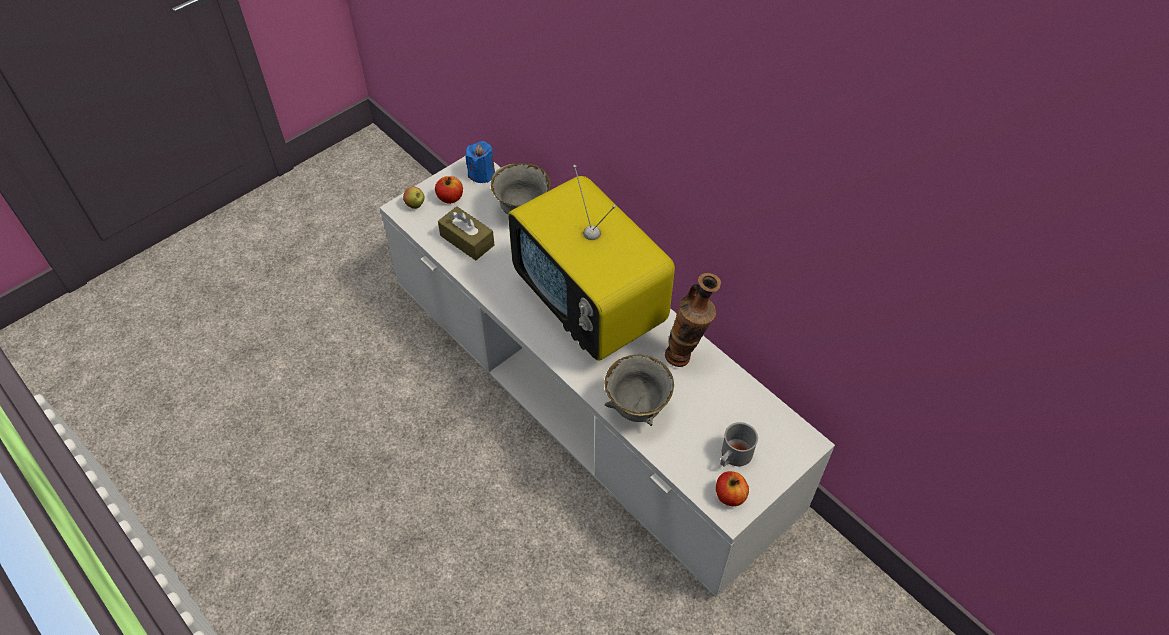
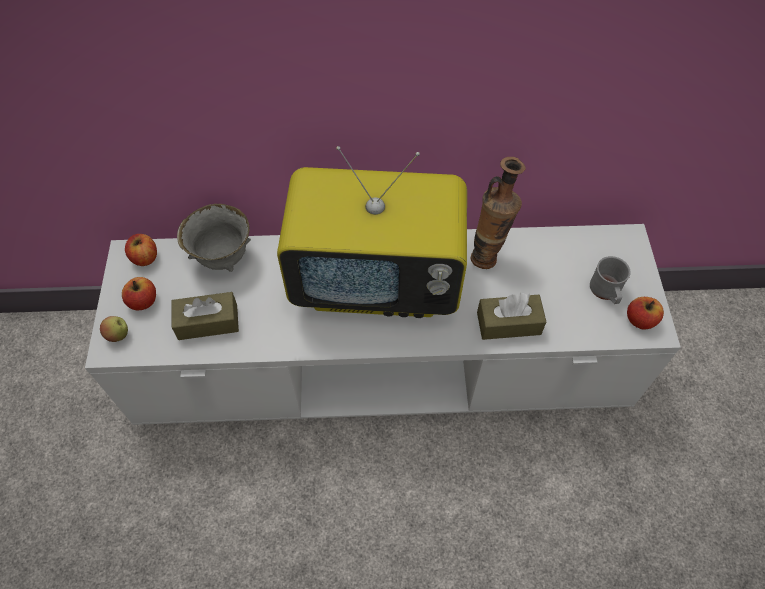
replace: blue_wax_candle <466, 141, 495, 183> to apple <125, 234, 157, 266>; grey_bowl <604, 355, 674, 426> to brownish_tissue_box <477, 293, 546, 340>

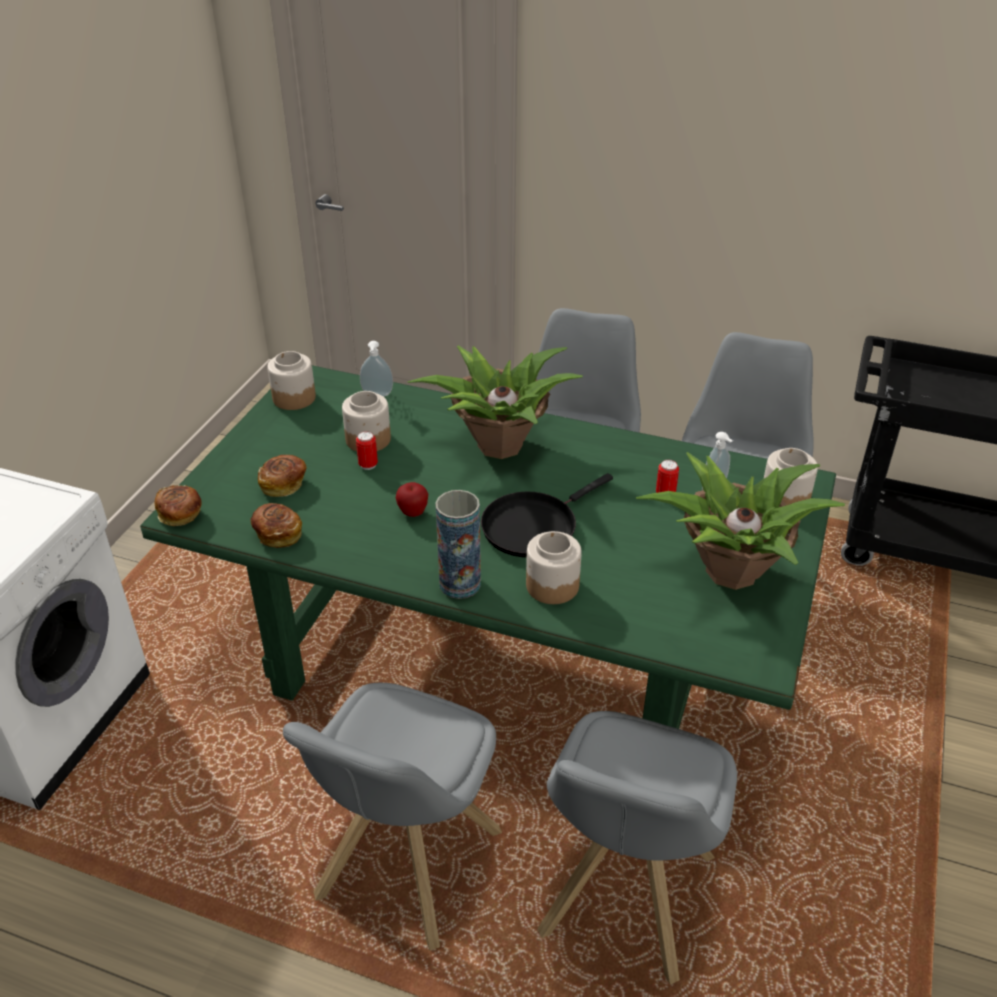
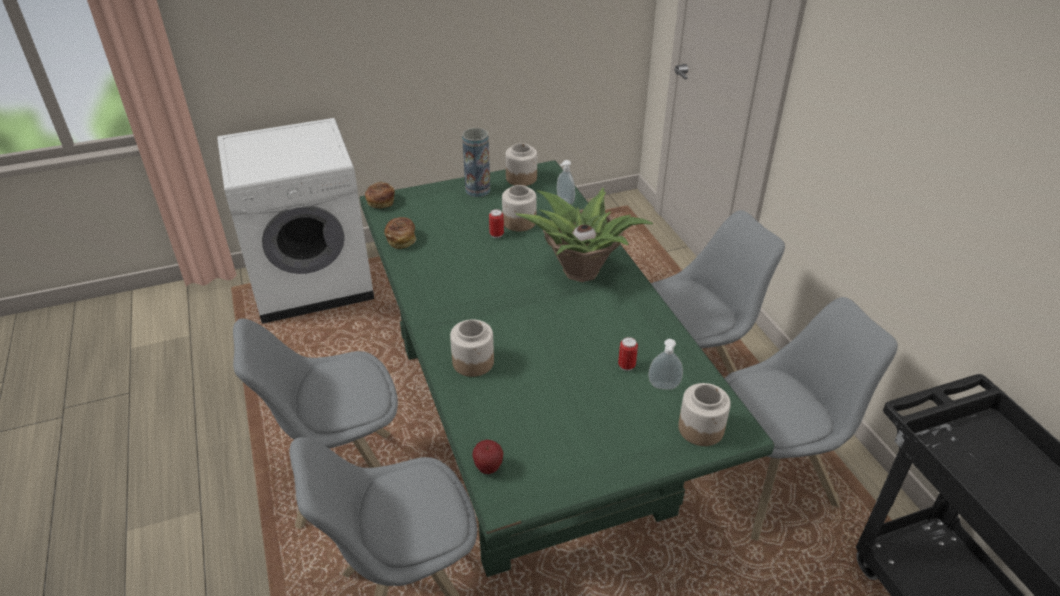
delete: bakery_bread <258, 455, 307, 497>; blackish_skillet <481, 473, 613, 558>; houseplant <636, 452, 845, 590>
move: apple <396, 482, 428, 517> to <472, 440, 503, 474>; flower_vase <435, 490, 481, 599> to <462, 128, 490, 197>

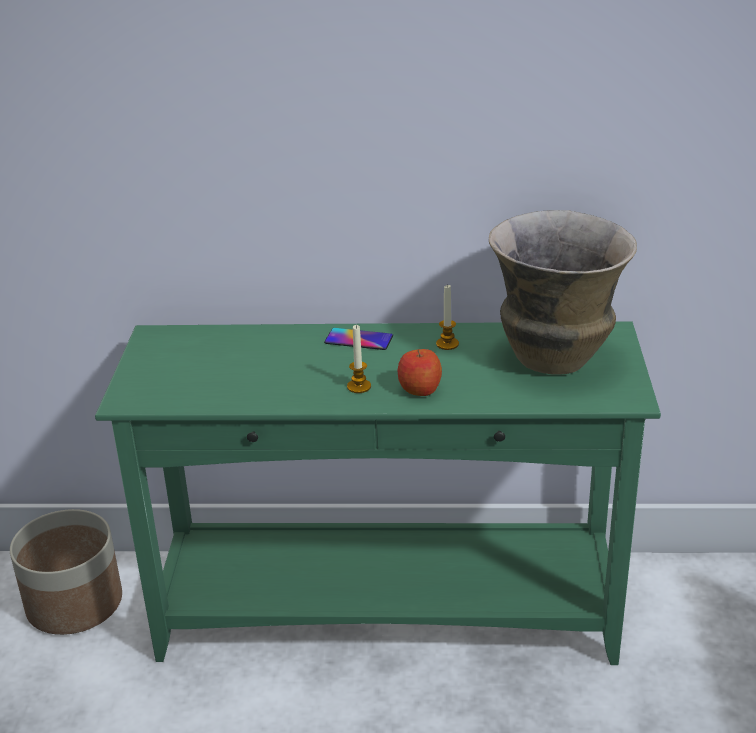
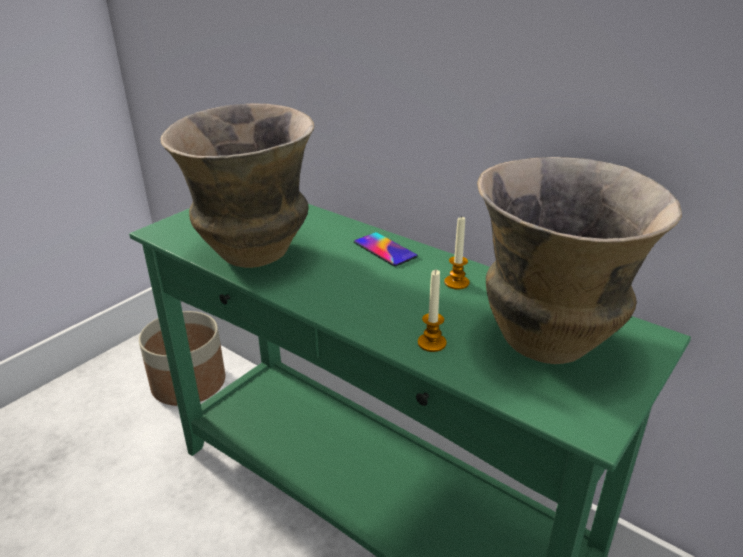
delete: apple <398, 349, 442, 396>
insert: flower_vase <161, 103, 314, 268>
move: wax_candle <347, 325, 371, 393> to <418, 270, 447, 352>

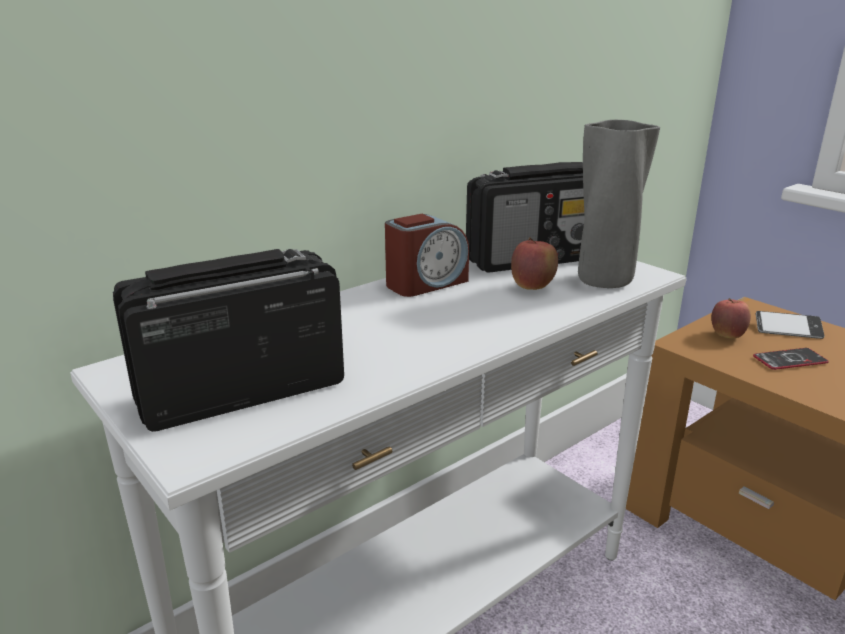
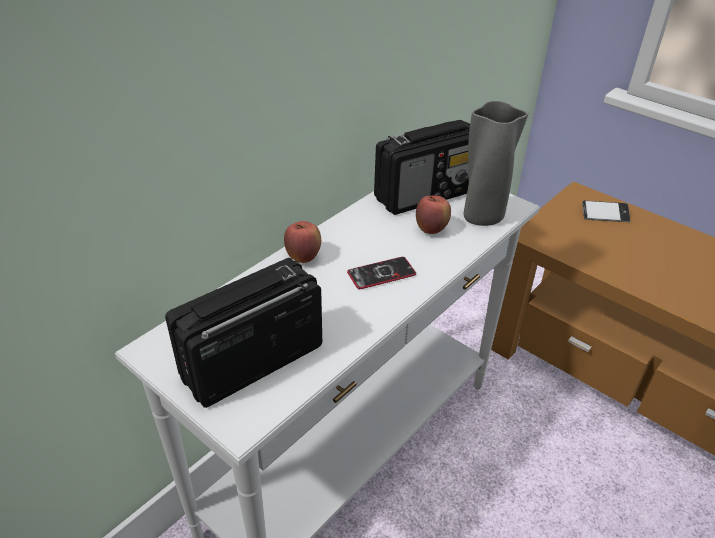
delete: table_clock <385, 214, 469, 297>
move: apple <711, 298, 751, 338> to <284, 221, 321, 263>; phone <753, 348, 829, 370> to <347, 257, 416, 289>

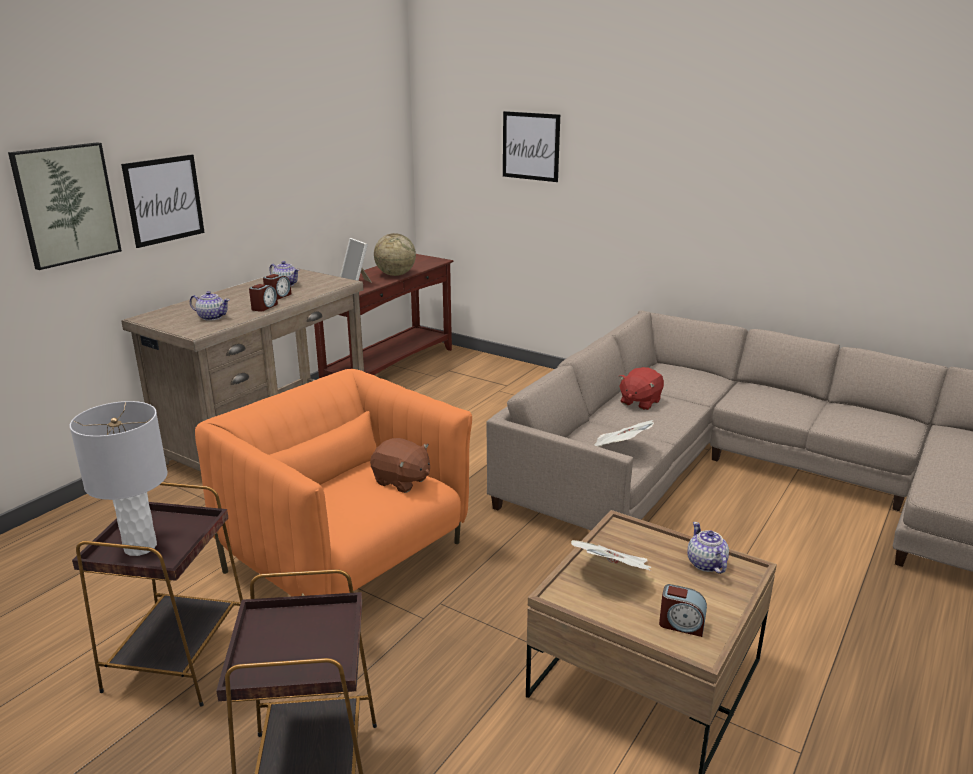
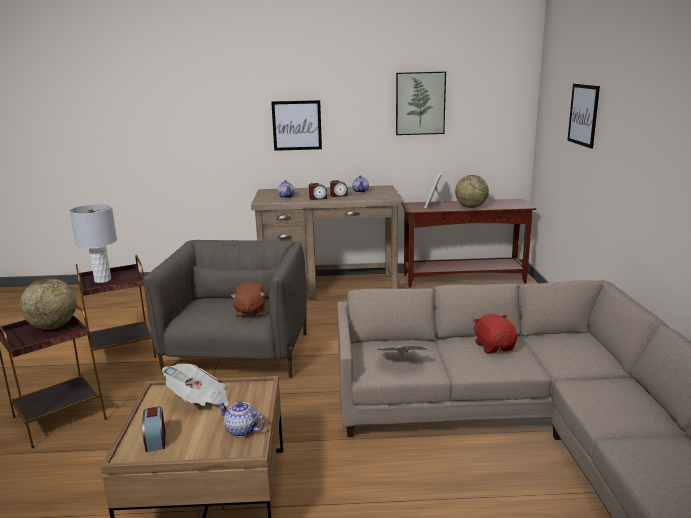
insert: desk_globe <20, 278, 77, 329>
move: picture <8, 142, 122, 270> to <396, 72, 446, 135>
recolor: orangey_lounge_chair <195, 369, 472, 597> to grey_lounge_chair <143, 240, 307, 378>
rotate: red-coloured_plush_toy <619, 367, 664, 410> = <473, 314, 517, 354> 75 degrees clockwise; teapot <687, 522, 729, 574> = <217, 402, 265, 437> 105 degrees counterclockwise

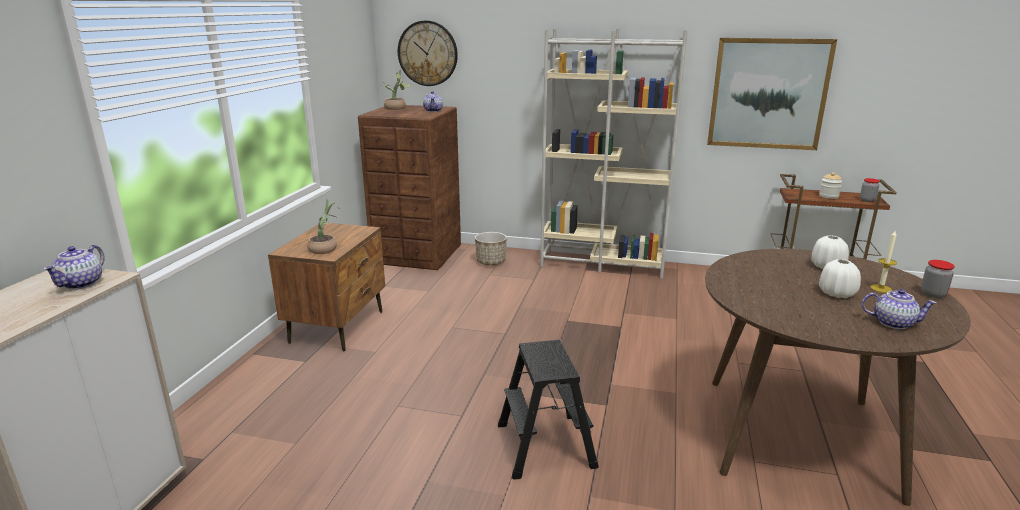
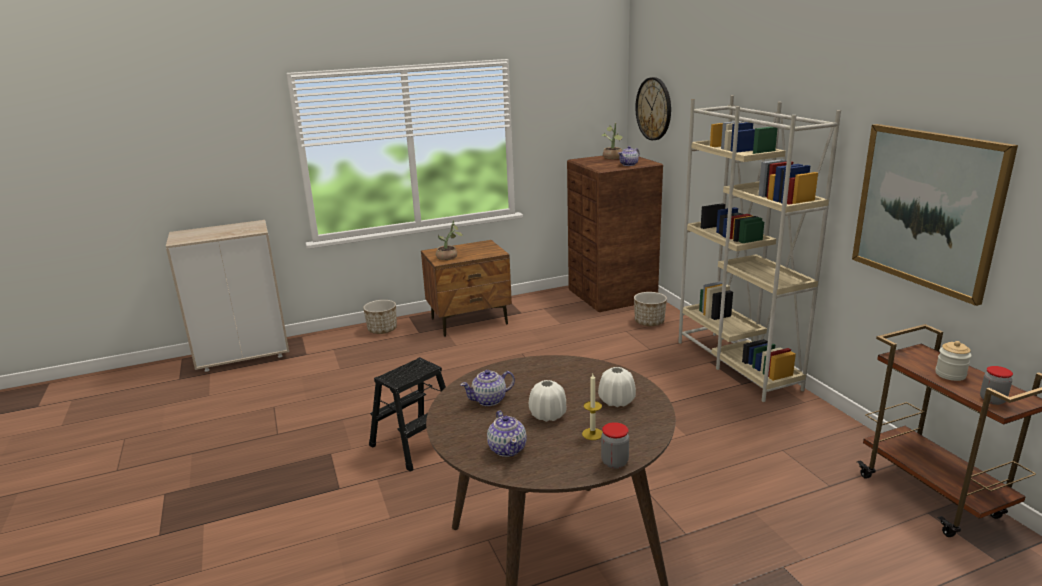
insert: plant_pot <363, 300, 397, 334>
move: teapot <43, 245, 105, 289> to <460, 370, 515, 406>

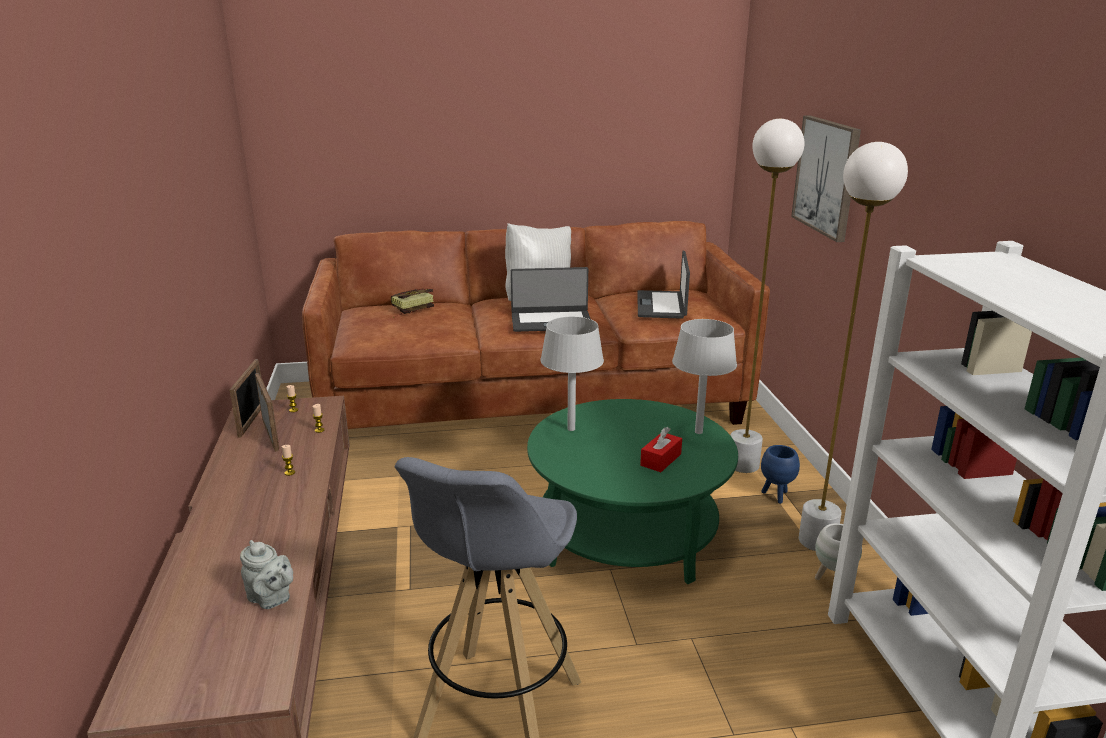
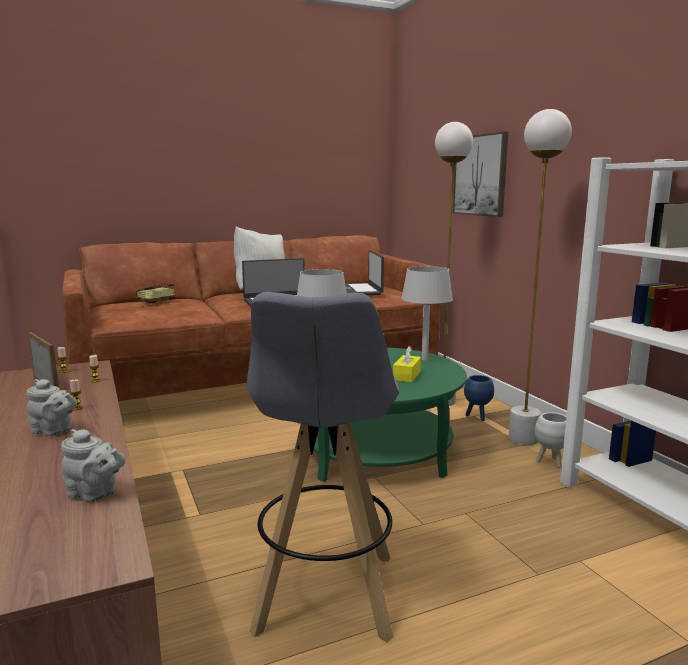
delete: photo_frame <230, 360, 261, 438>
insert: grey_teapot <26, 379, 77, 436>
recolor: red-coloured_tissue_box <640, 427, 682, 472> to yellow-coloured_tissue_box <393, 346, 421, 382>

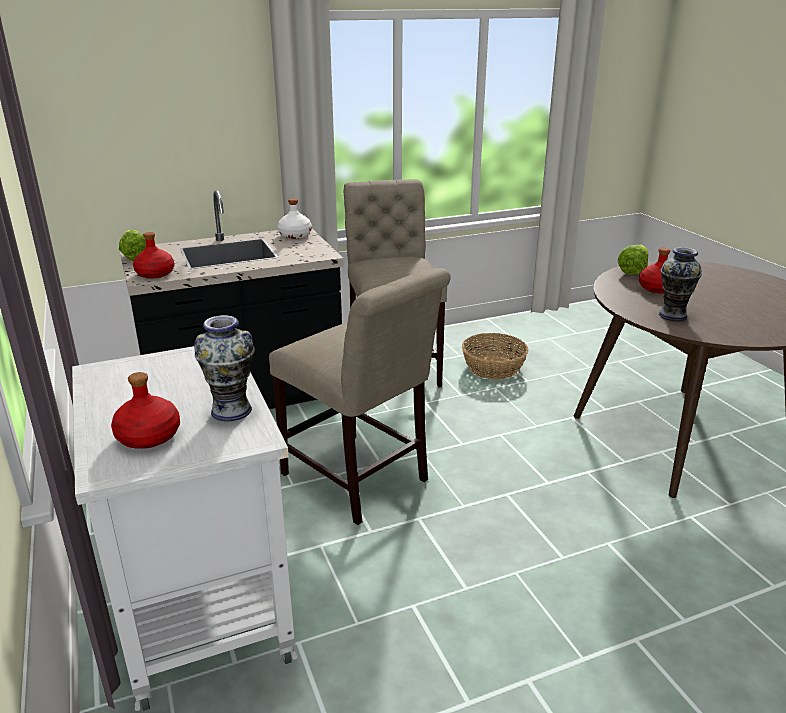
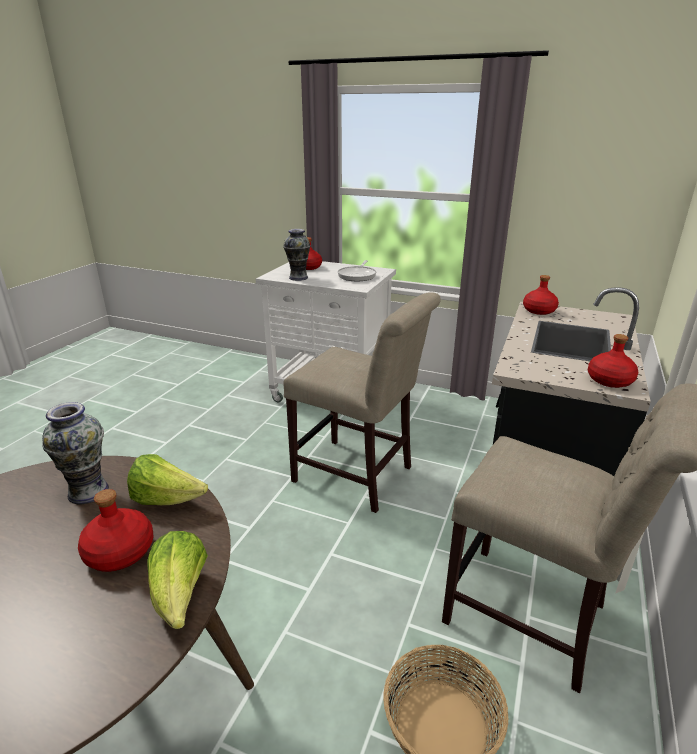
insert: skillet <338, 260, 376, 281>
move: lettuce_head <119, 230, 146, 261> to <127, 454, 208, 505>
recolor: whitish_bottle <278, 198, 312, 239> to red-coloured_bottle <588, 334, 638, 388>
rotate: beige-coloured_chair <269, 268, 451, 525> = <283, 292, 441, 513> 150 degrees counterclockwise

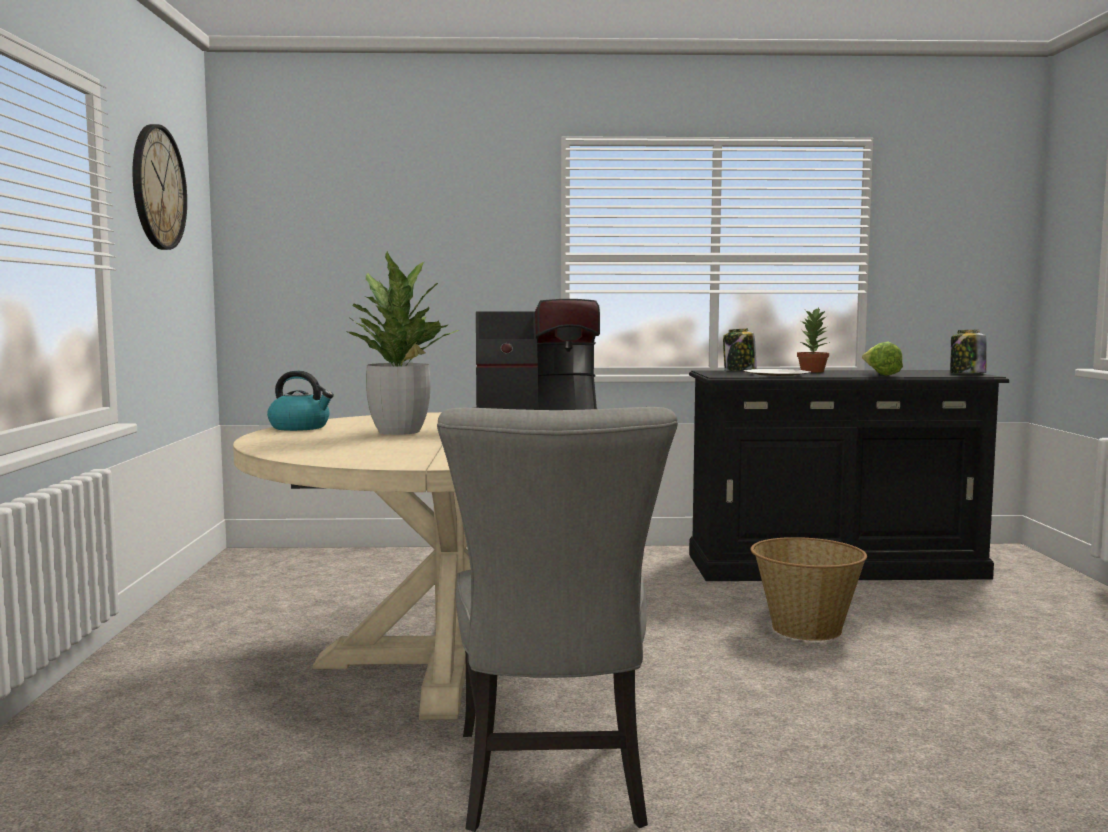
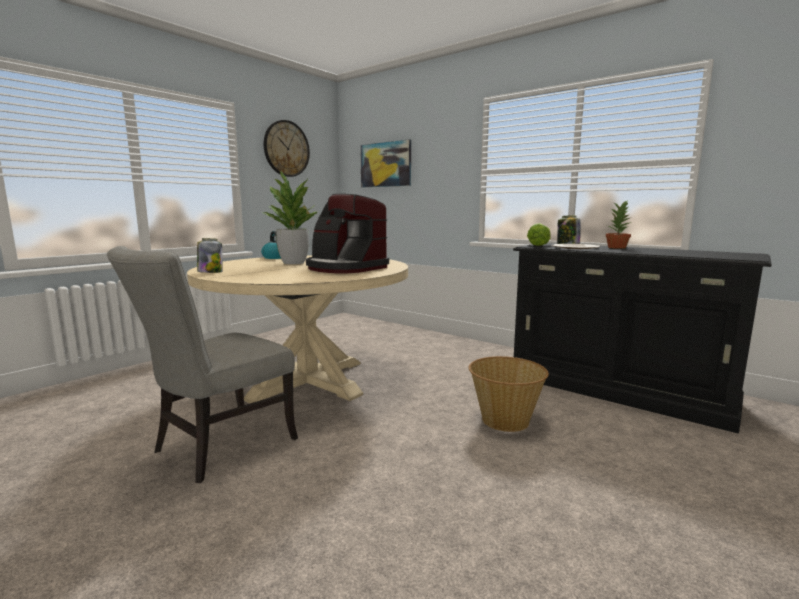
insert: picture <360, 139, 411, 188>
move: lettuce_head <862, 342, 903, 376> to <527, 223, 551, 246>; jar <950, 330, 987, 373> to <197, 238, 222, 273>

